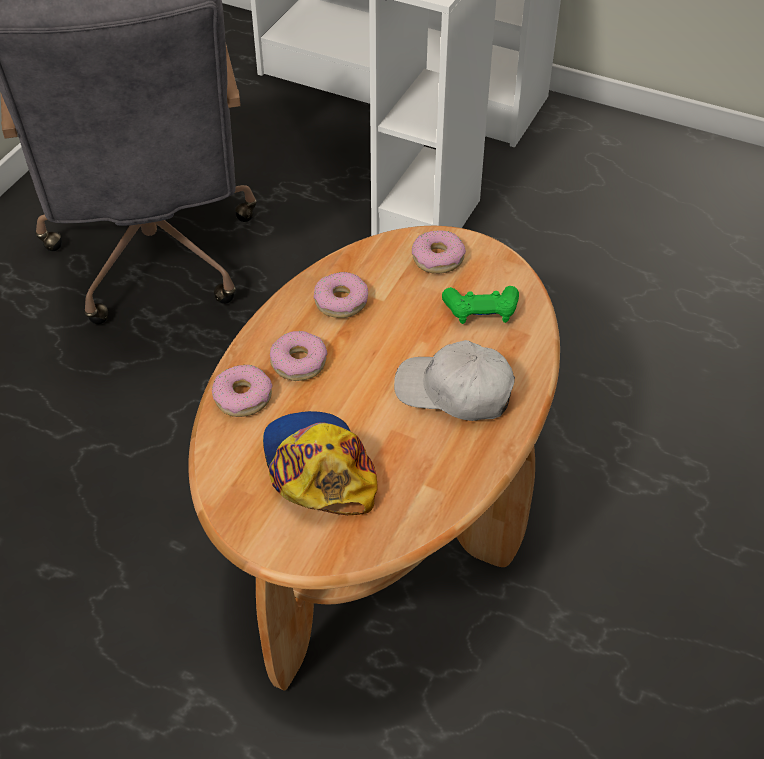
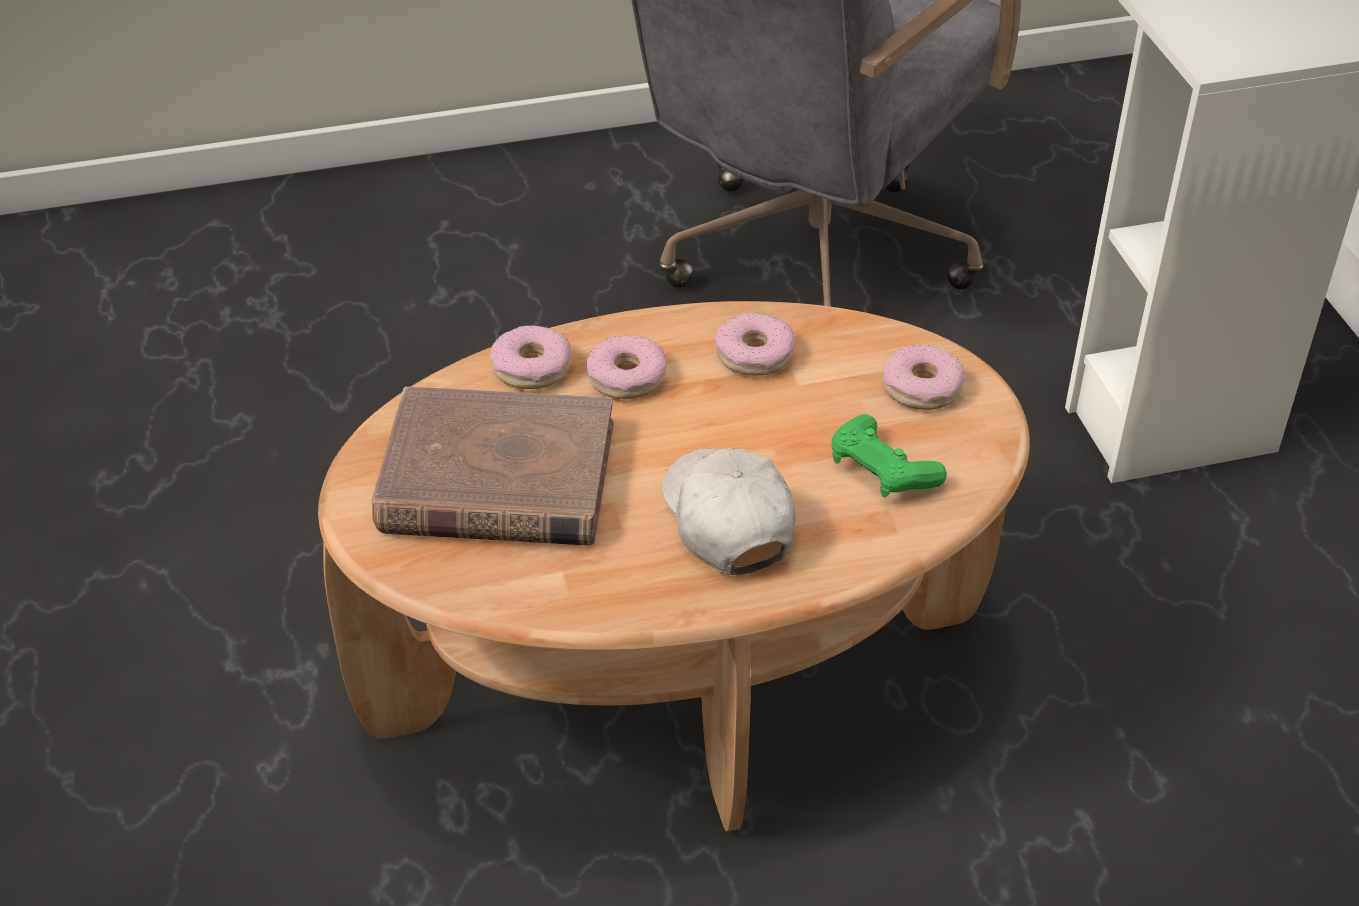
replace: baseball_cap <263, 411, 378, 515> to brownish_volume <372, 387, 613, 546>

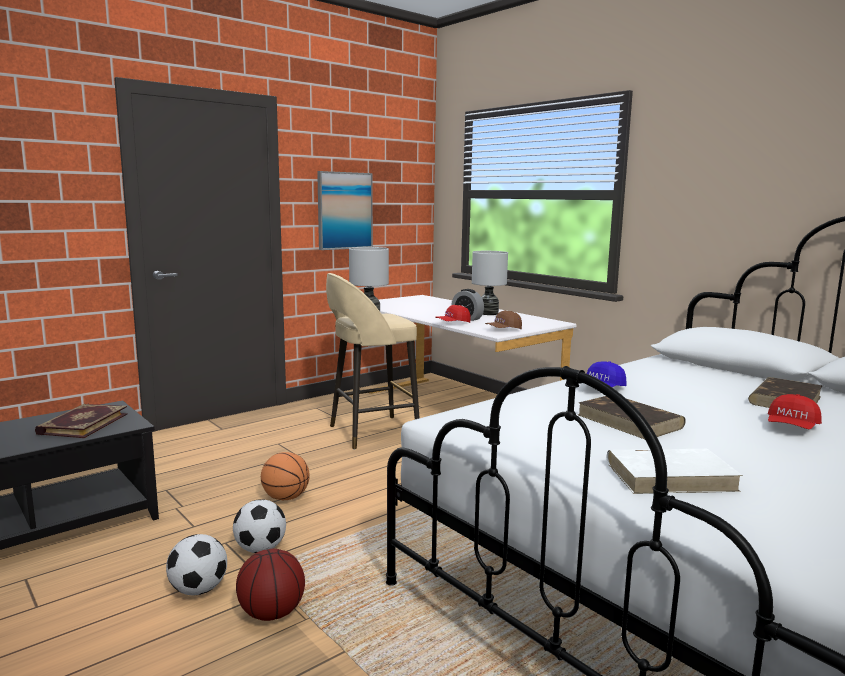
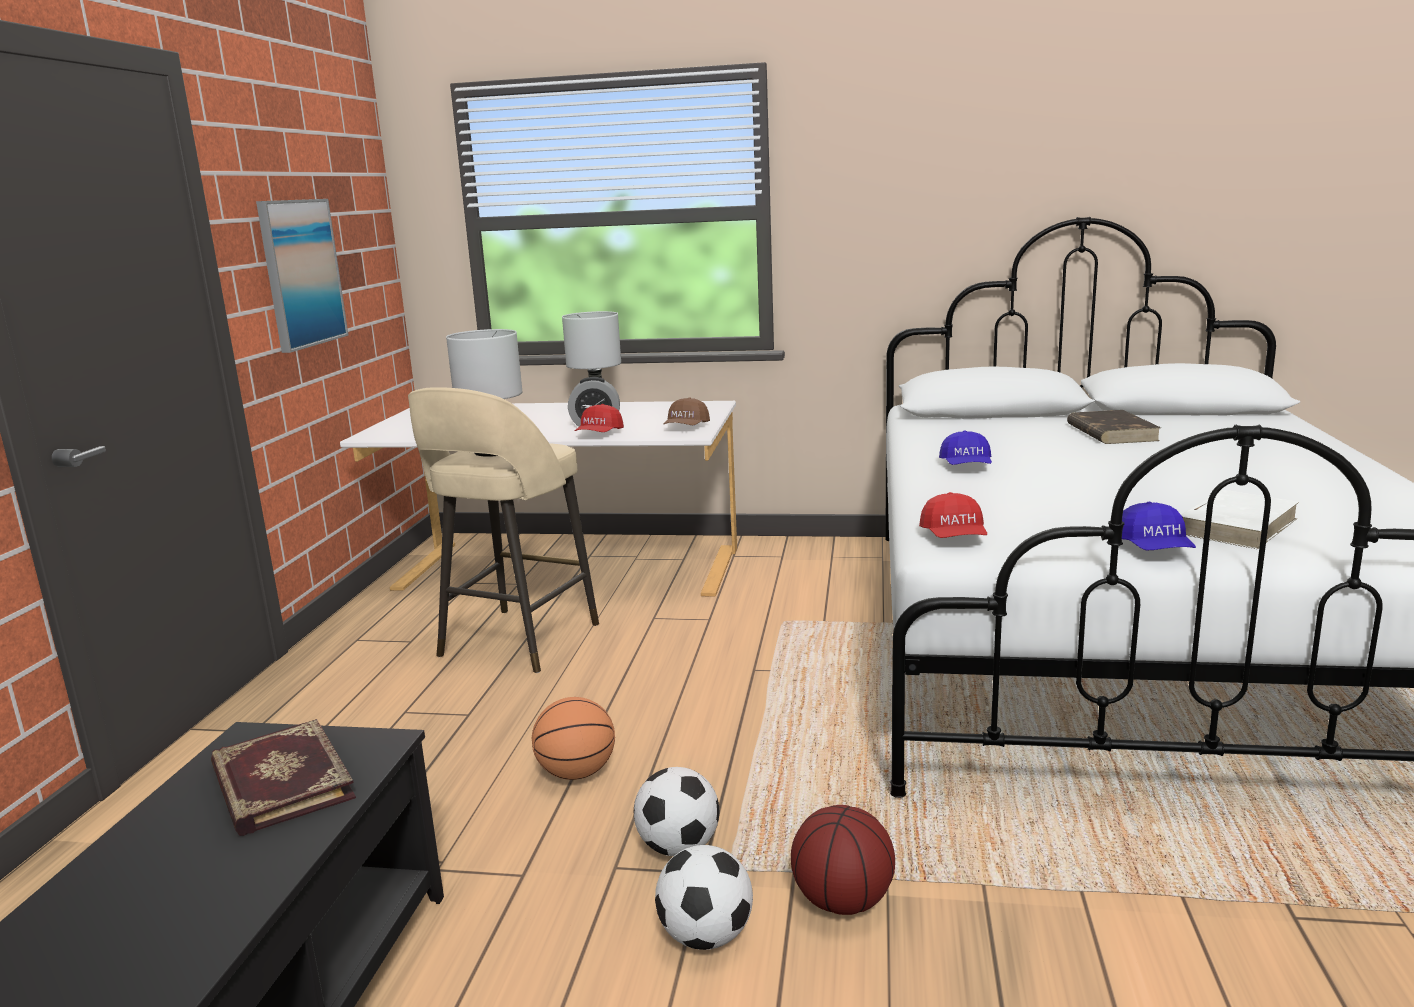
delete: brownish_volume <578, 396, 686, 439>
insert: blue_baseball_cap <1122, 502, 1196, 551>
move: red-coloured_baseball_cap <768, 394, 822, 429> to <919, 492, 987, 538>

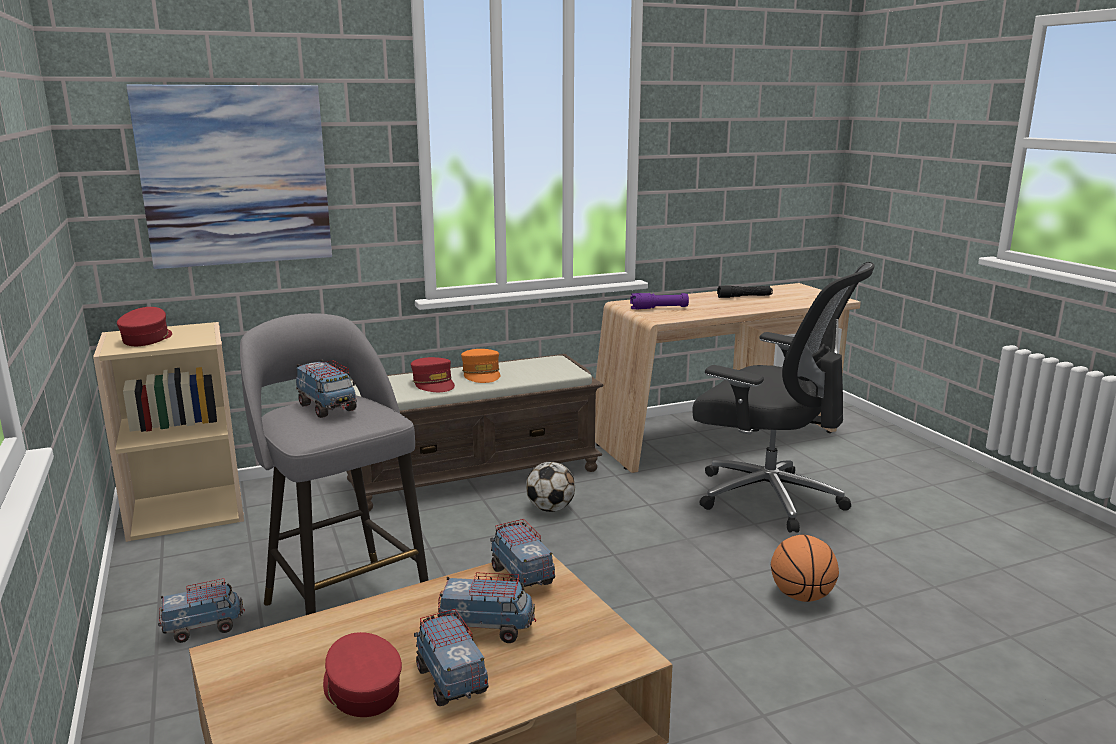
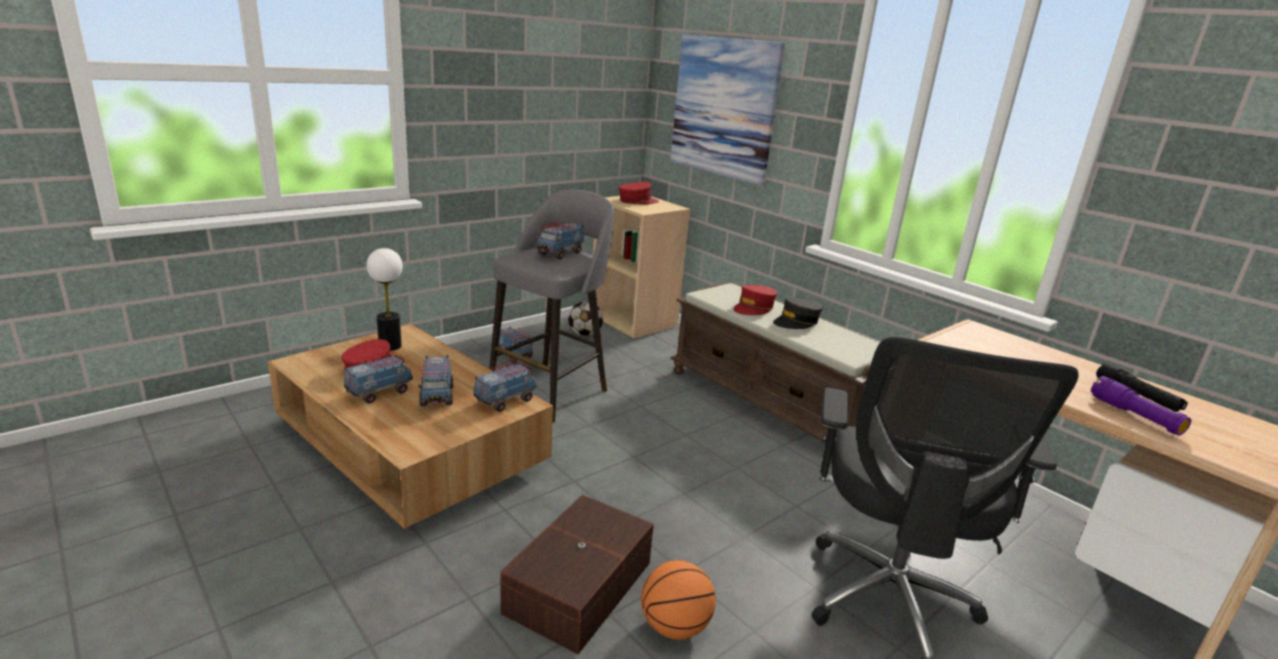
insert: table_lamp <367, 248, 403, 351>; brownish_storage_box <500, 495, 654, 655>
move: football_ball <526, 461, 575, 512> to <568, 302, 603, 336>; purplish_hand_torch <630, 293, 689, 309> to <1091, 376, 1191, 436>
recolor: orangey_baseball_cap <461, 349, 500, 383> to grey_baseball_cap <773, 298, 823, 329>

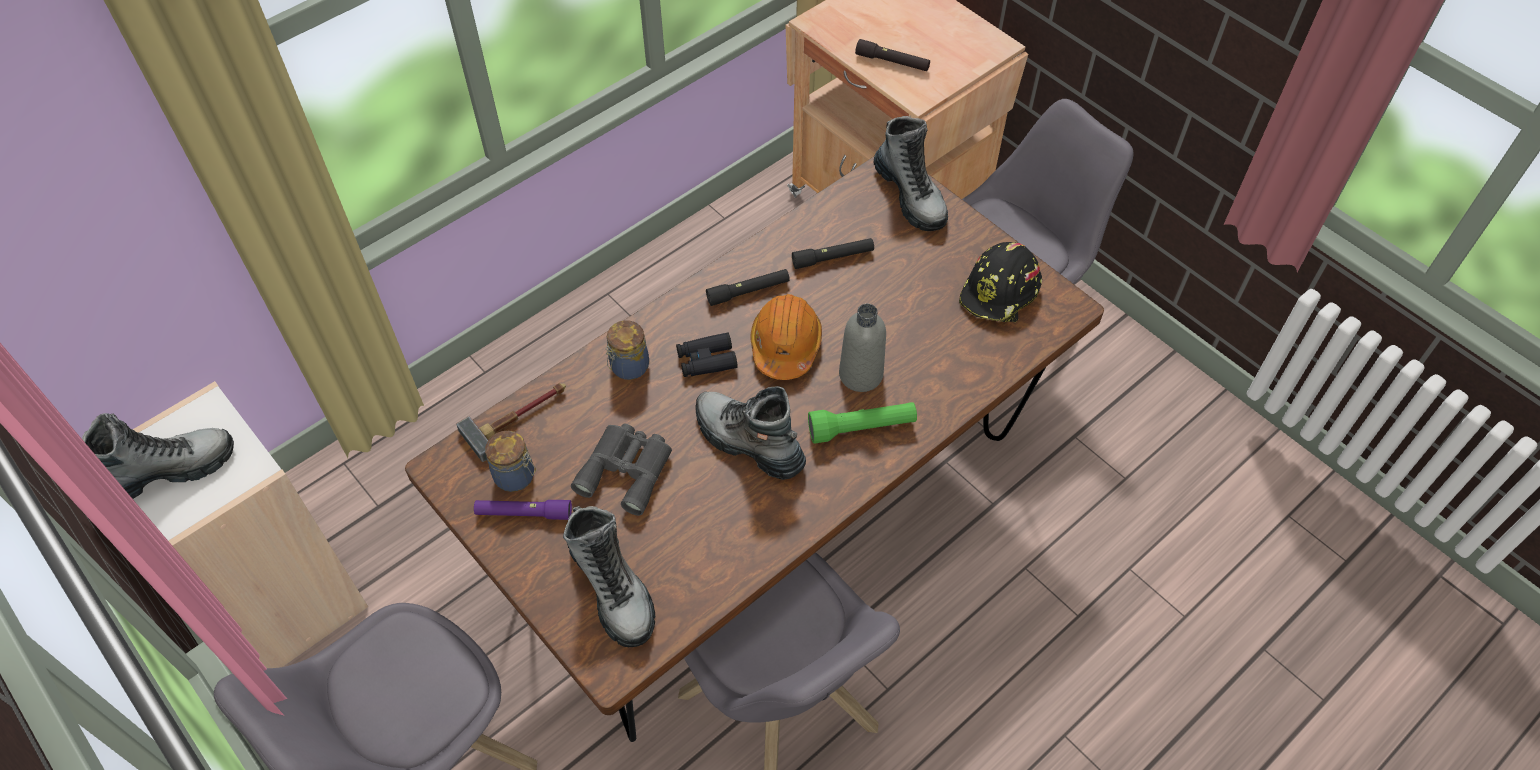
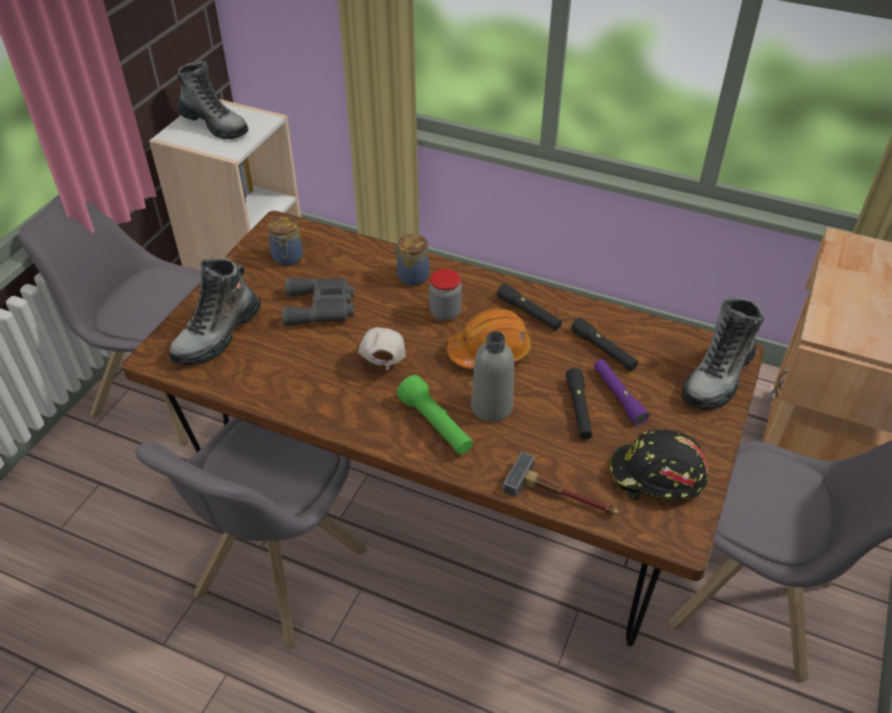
move: hammer <456, 383, 566, 462> to <503, 452, 618, 516>; purplish_hand_torch <474, 500, 572, 520> to <594, 359, 650, 425>; blackish_hand_torch <855, 39, 930, 71> to <566, 368, 593, 439>
replace: blackish_pair_of_binoculars <676, 332, 738, 377> to jar <429, 269, 462, 321>; high-top_boot <695, 386, 806, 480> to whitish_baseball_cap <358, 327, 406, 370>

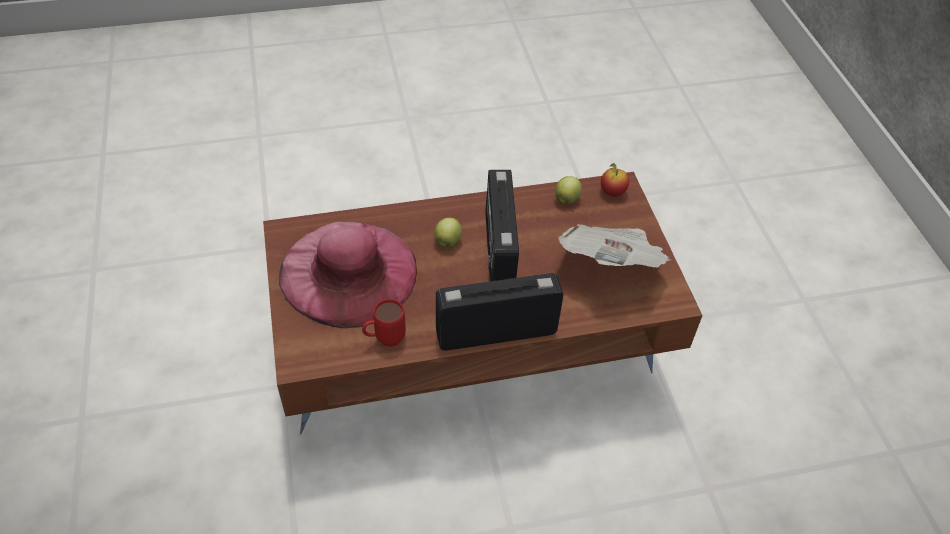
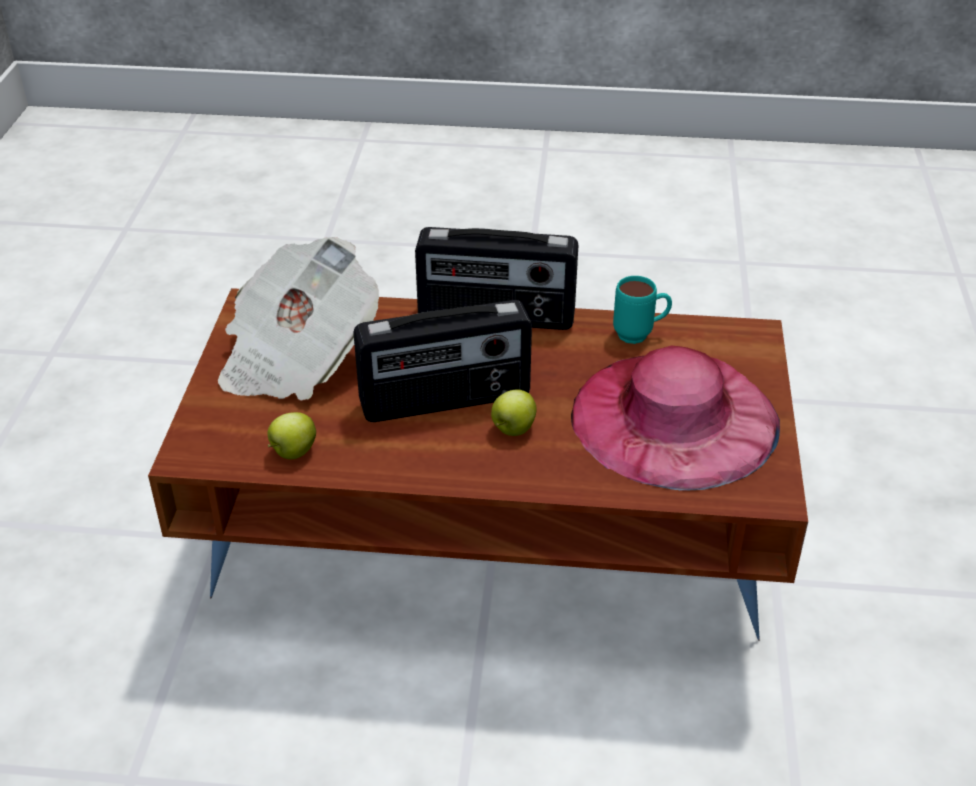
delete: apple <601, 163, 629, 196>
recolor: red-coloured_tea_mug <362, 299, 406, 347> to turquoise-coloured_tea_mug <613, 276, 672, 344>
rotate: radio <485, 170, 519, 281> = <353, 300, 532, 422> 60 degrees clockwise

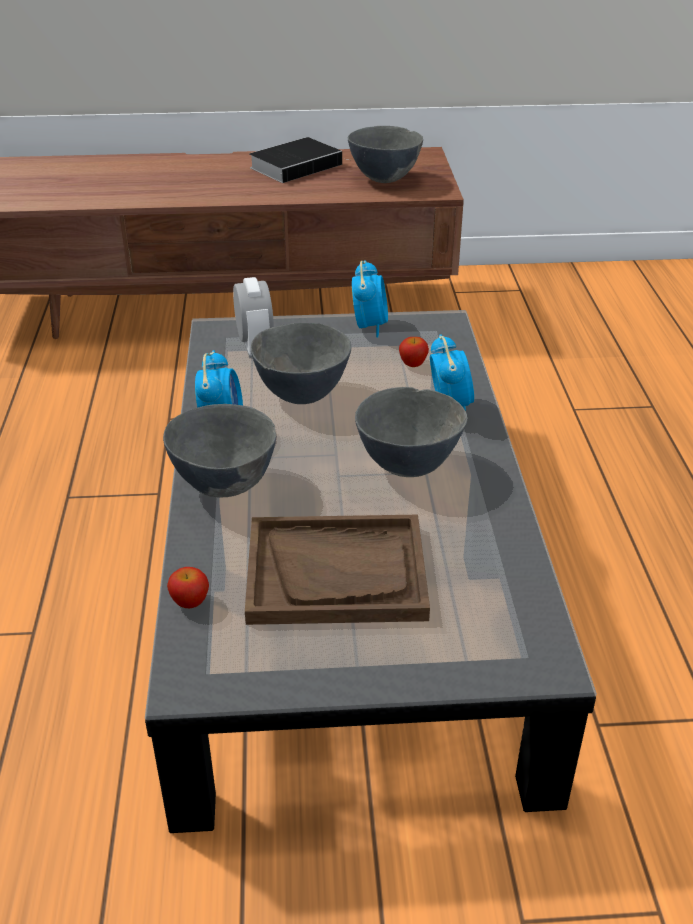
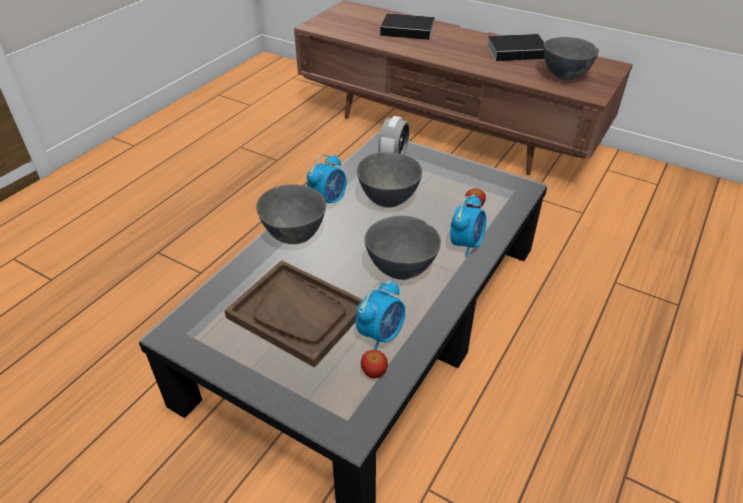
insert: volume <380, 13, 440, 40>
move: apple <167, 567, 209, 608> to <361, 350, 388, 379>; table_clock <352, 260, 388, 338> to <356, 279, 405, 350>

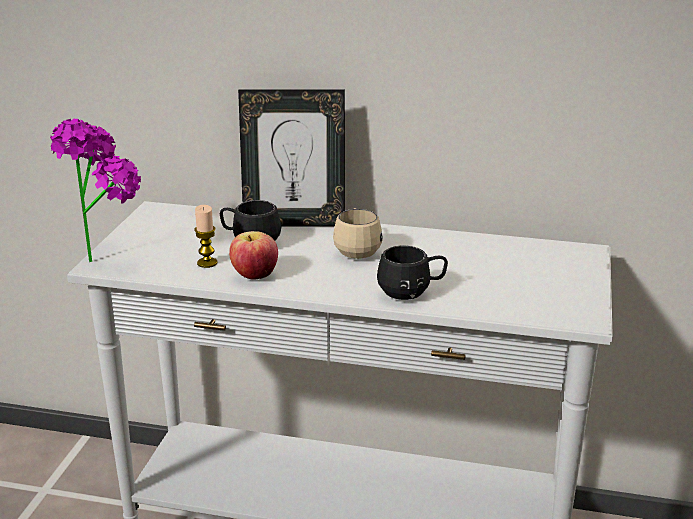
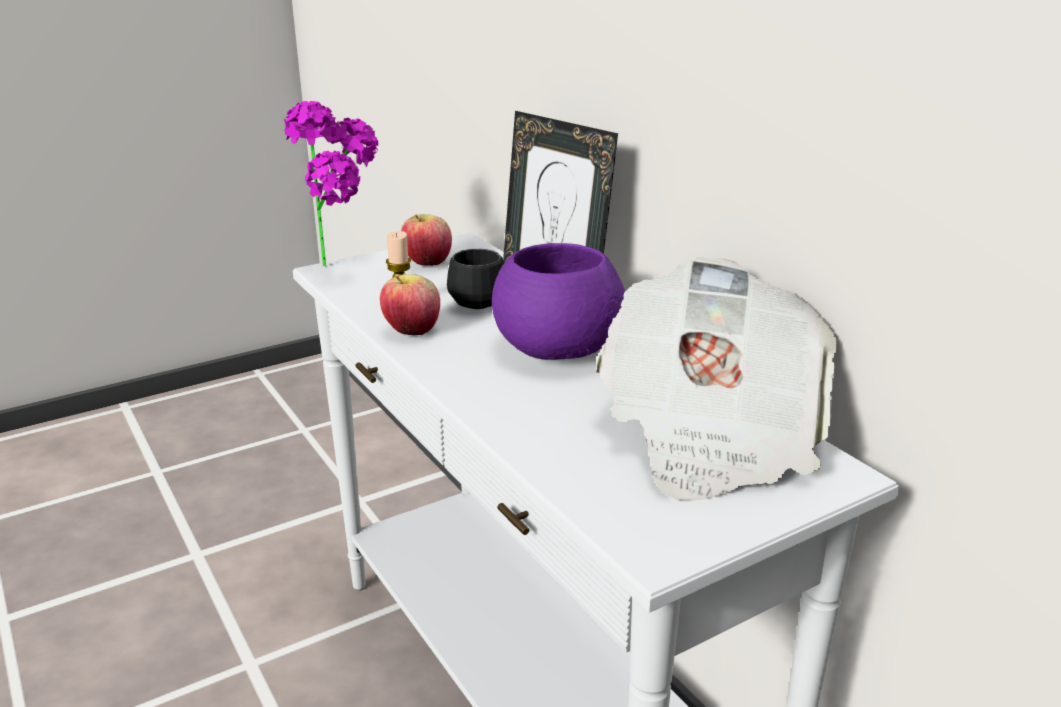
delete: blackish_tea_mug <377, 245, 448, 300>
insert: apple <401, 214, 452, 266>; printed_paper <596, 257, 838, 501>
replace: beige-coloured_tea_mug <333, 208, 383, 259> to purplish_bowl <492, 243, 625, 360>

